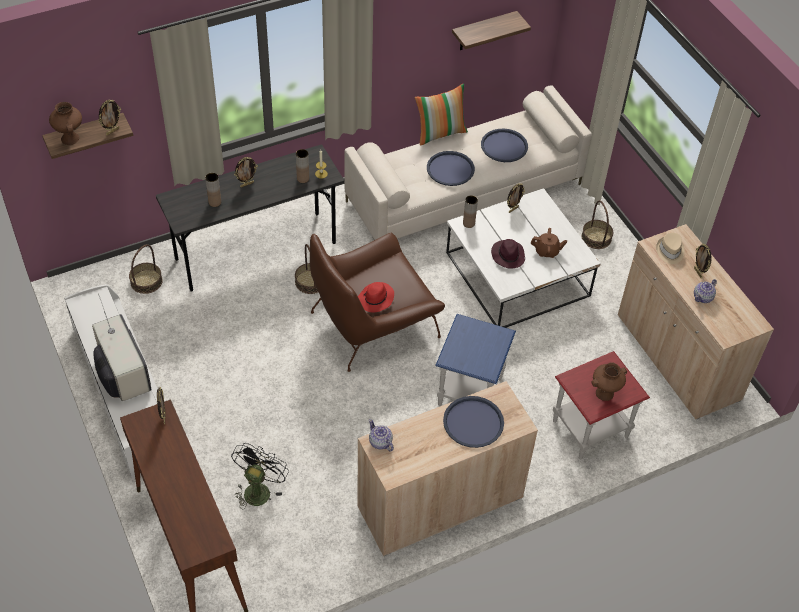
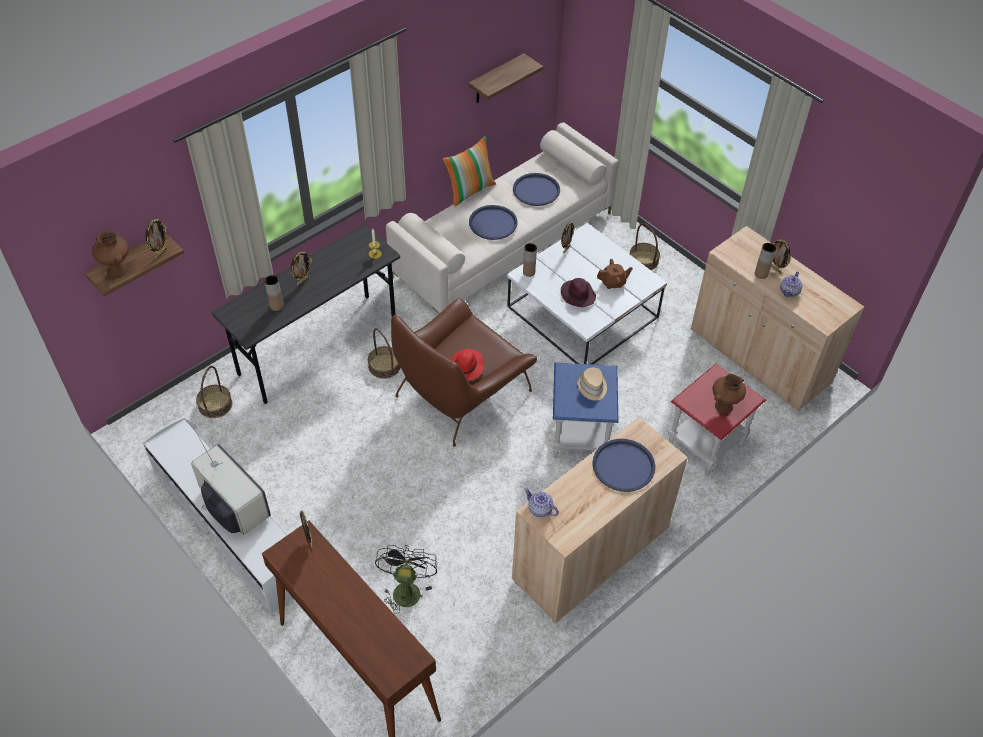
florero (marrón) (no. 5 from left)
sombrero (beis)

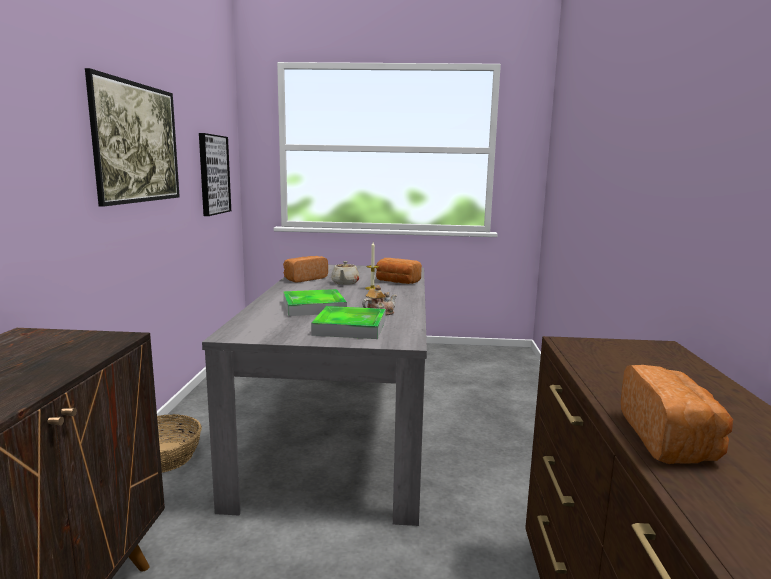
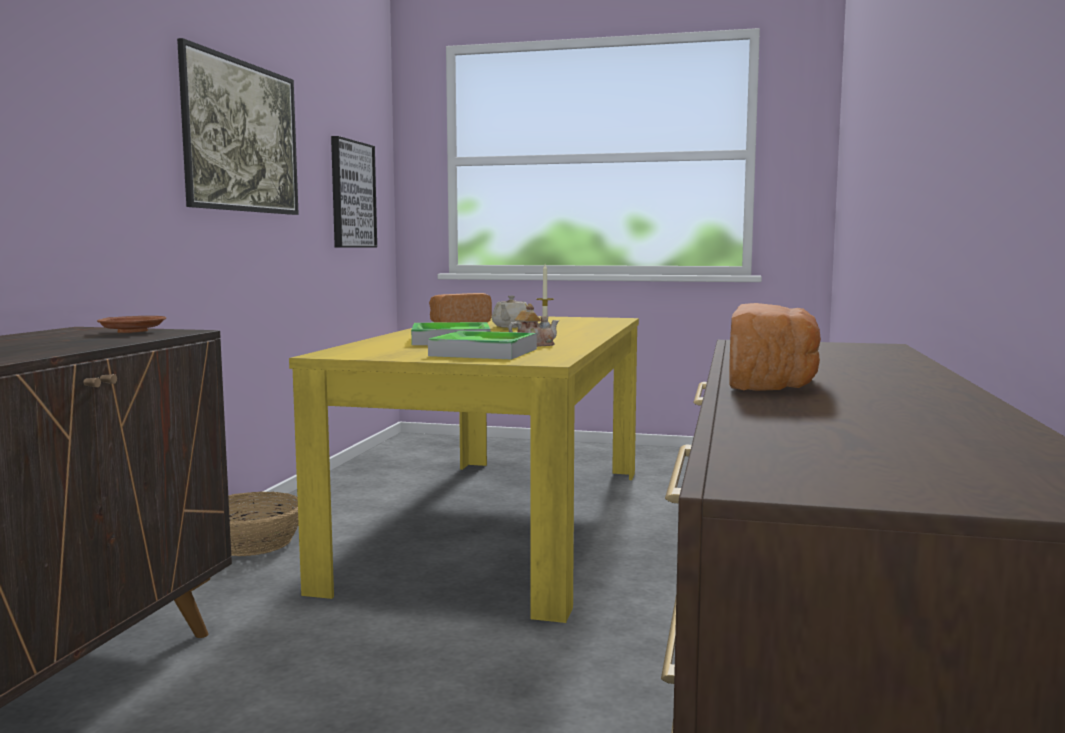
pan (no. 2 from left in the first image)
plato (marrón)
mesa de comedor (amarillo)

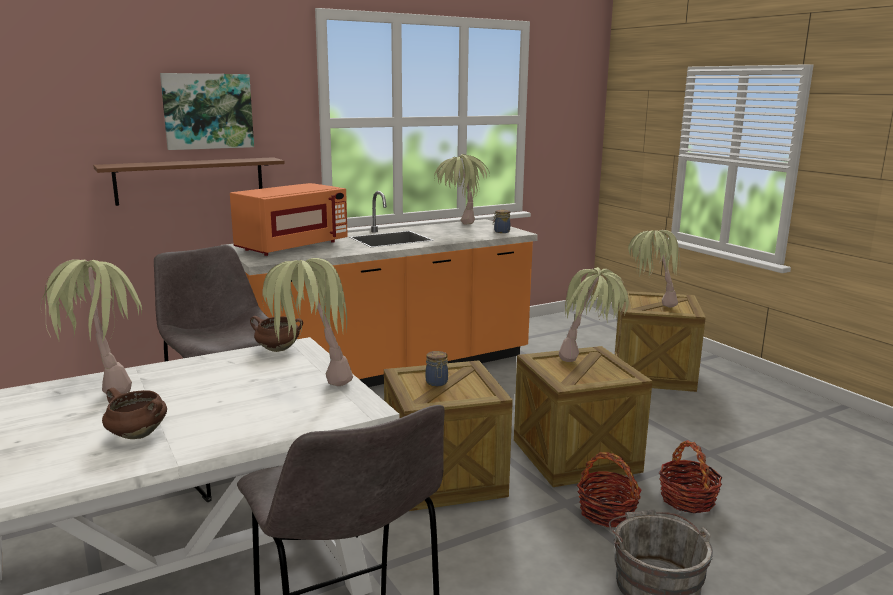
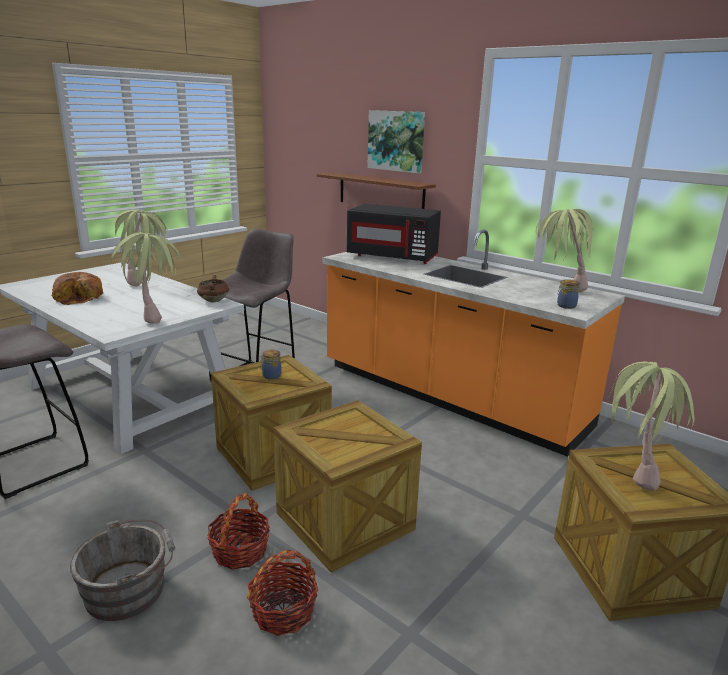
planta en maceta (no. 4 from left in the first image)
pan
microondas (negro)

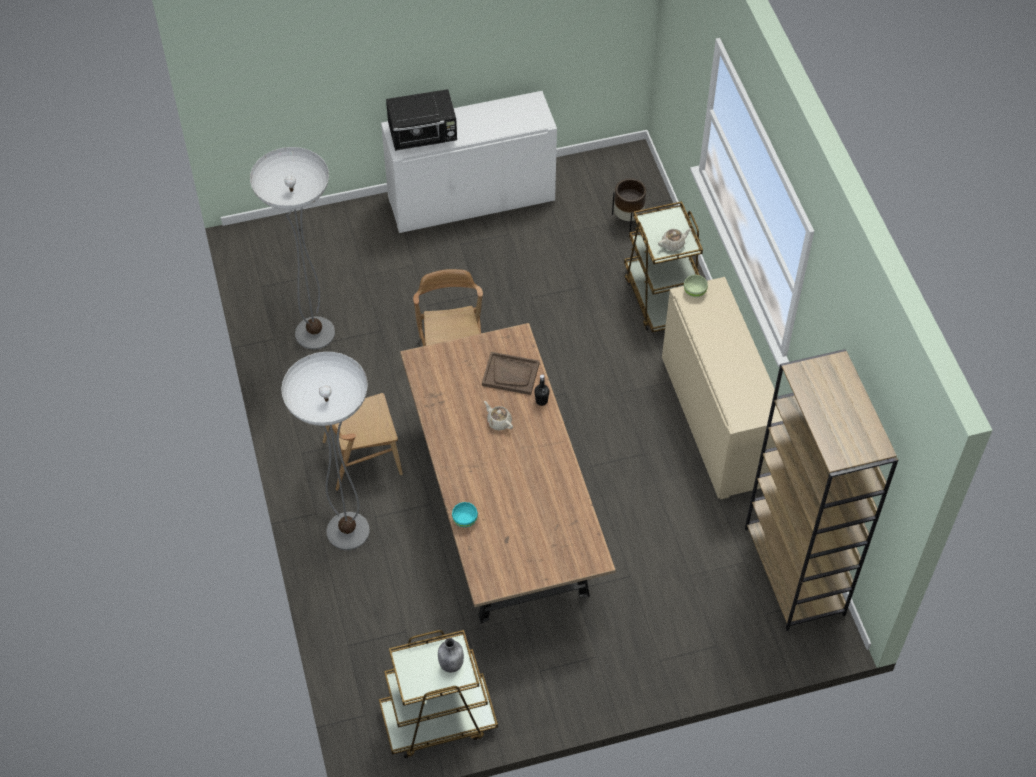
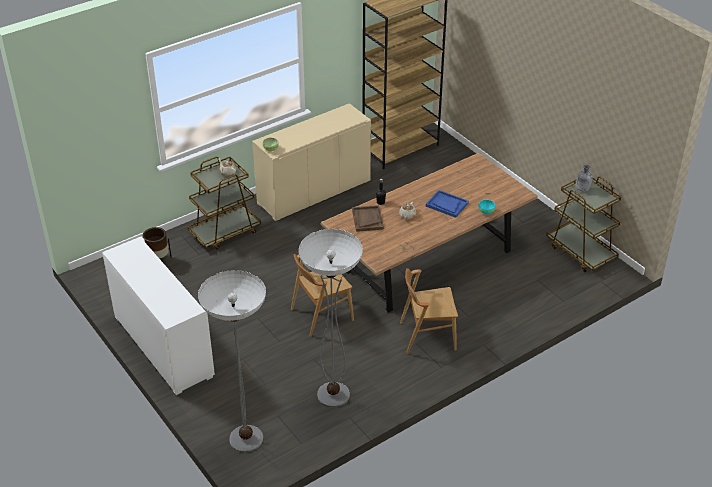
microondas (negro)
bandeja (azul)
lámpara de pie (no. 1 from left)
silla (marrón) (no. 2 from left)

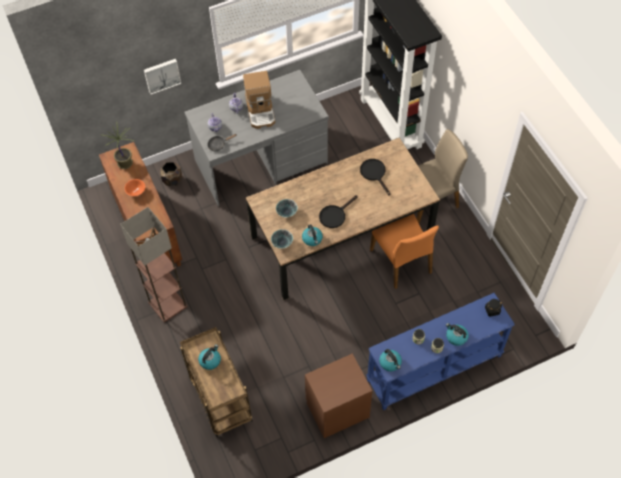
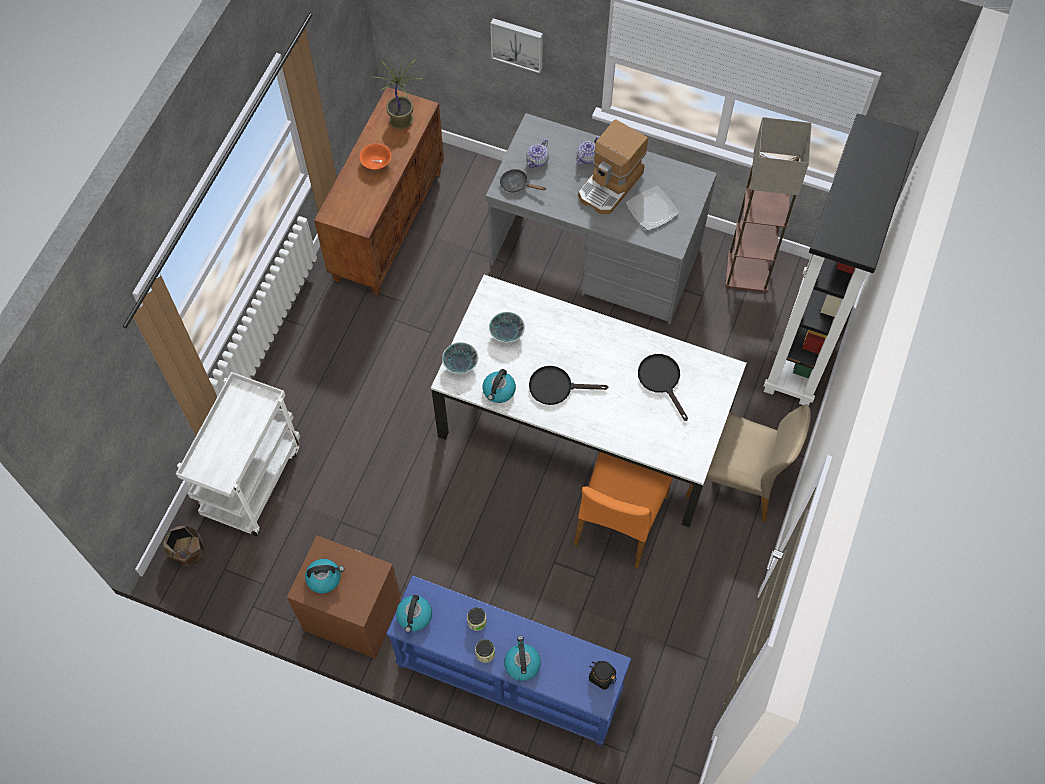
plato
lámpara de pie
maceta (marrón)
hervidor (no. 1 from left)
carrito (blanco)
mesa de comedor (blanco)
sartén (negro) (no. 3 from left)

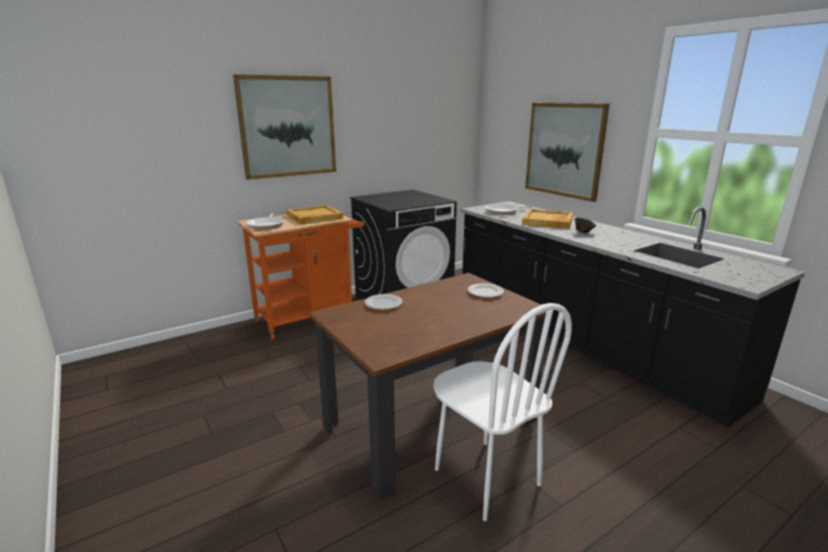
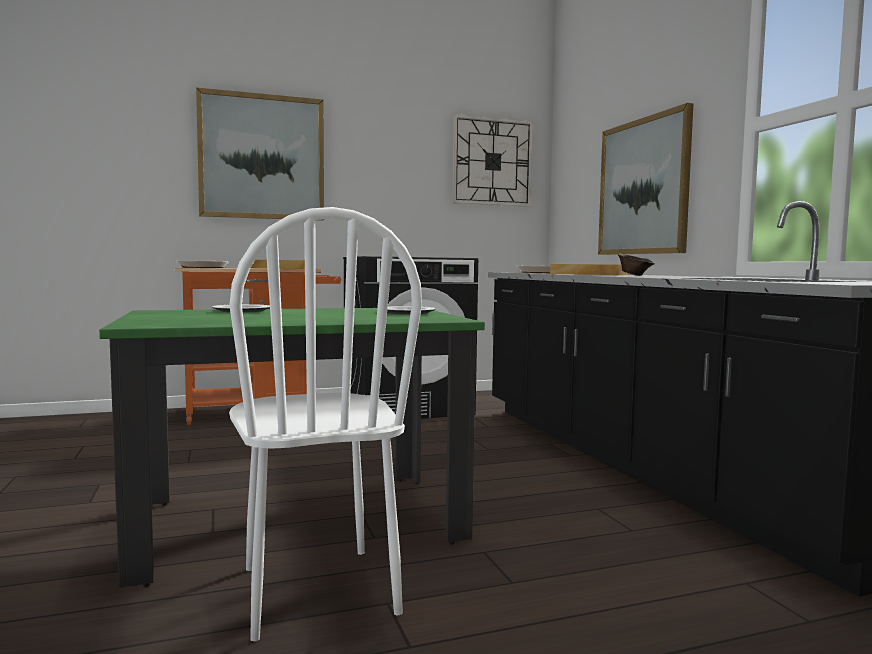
reloj de pared
mesa de comedor (verde)

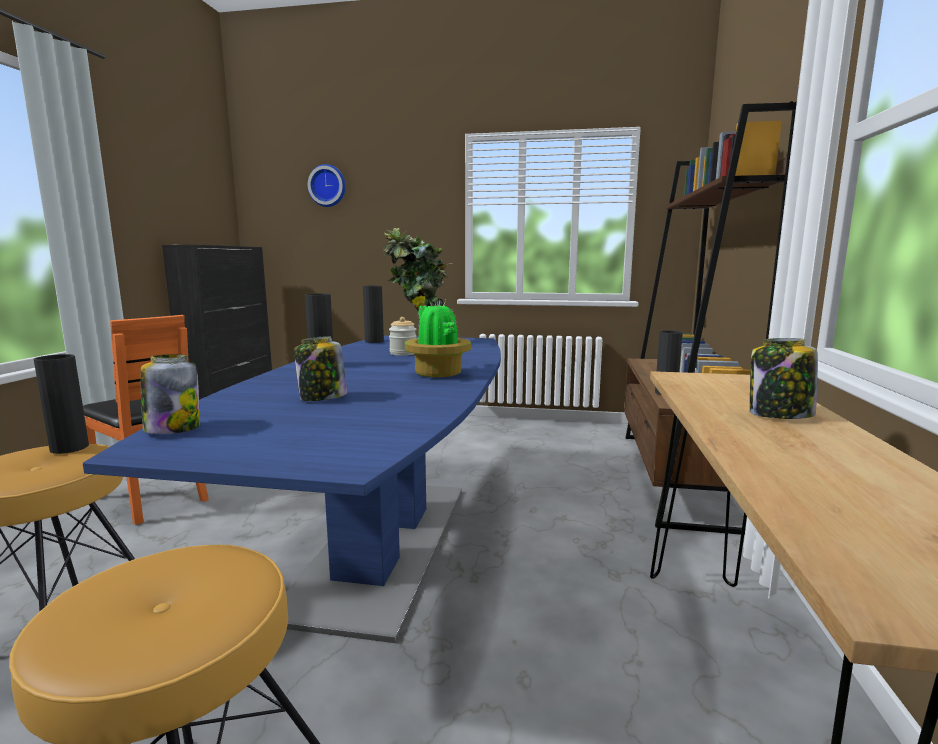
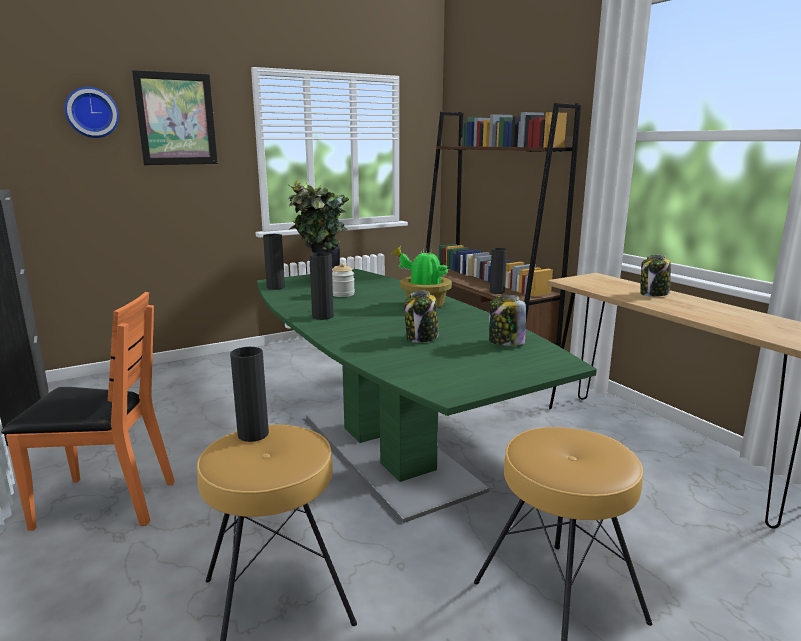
cuadro
tarro (no. 3 from left)
mesa de comedor (verde)

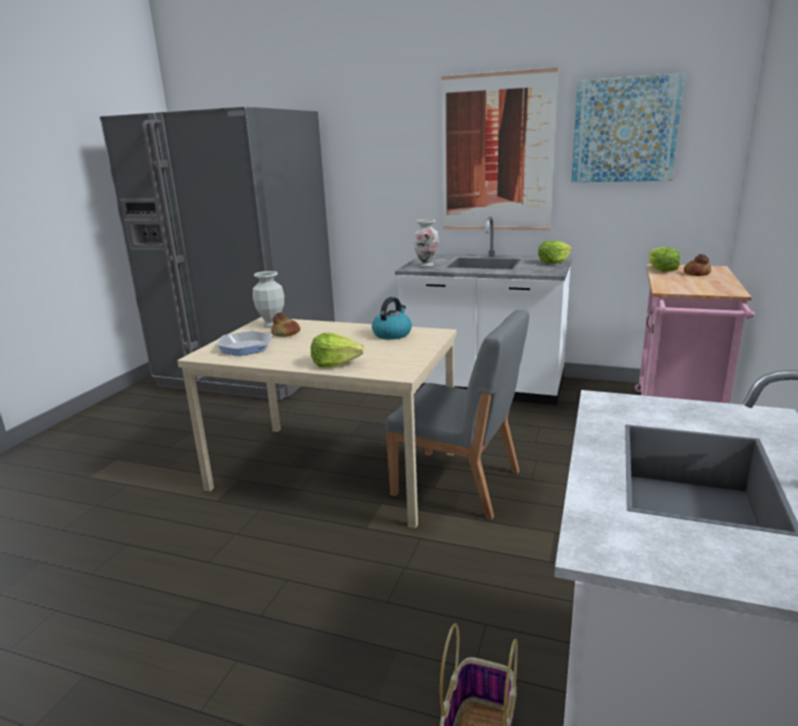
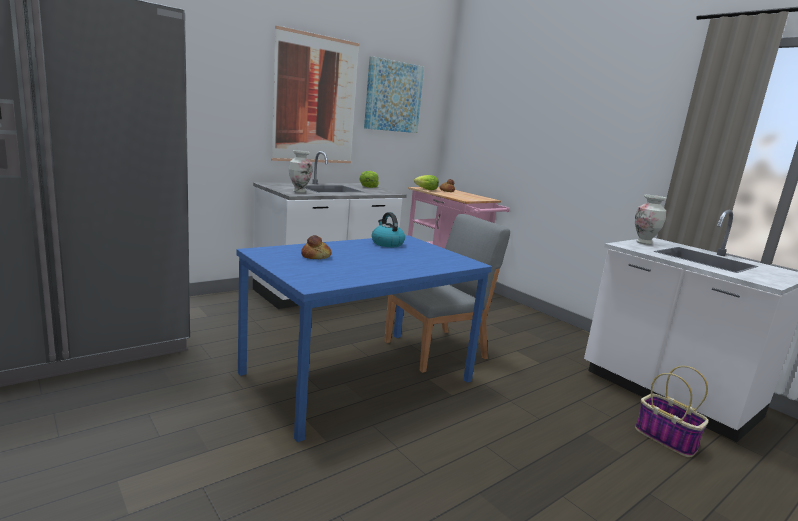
sartén
lechuga (no. 1 from left in the first image)
florero (no. 2 from left)
mesa de comedor (azul)

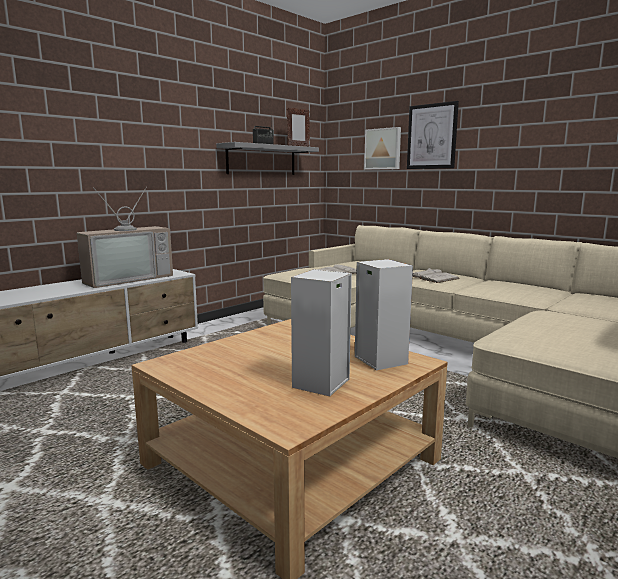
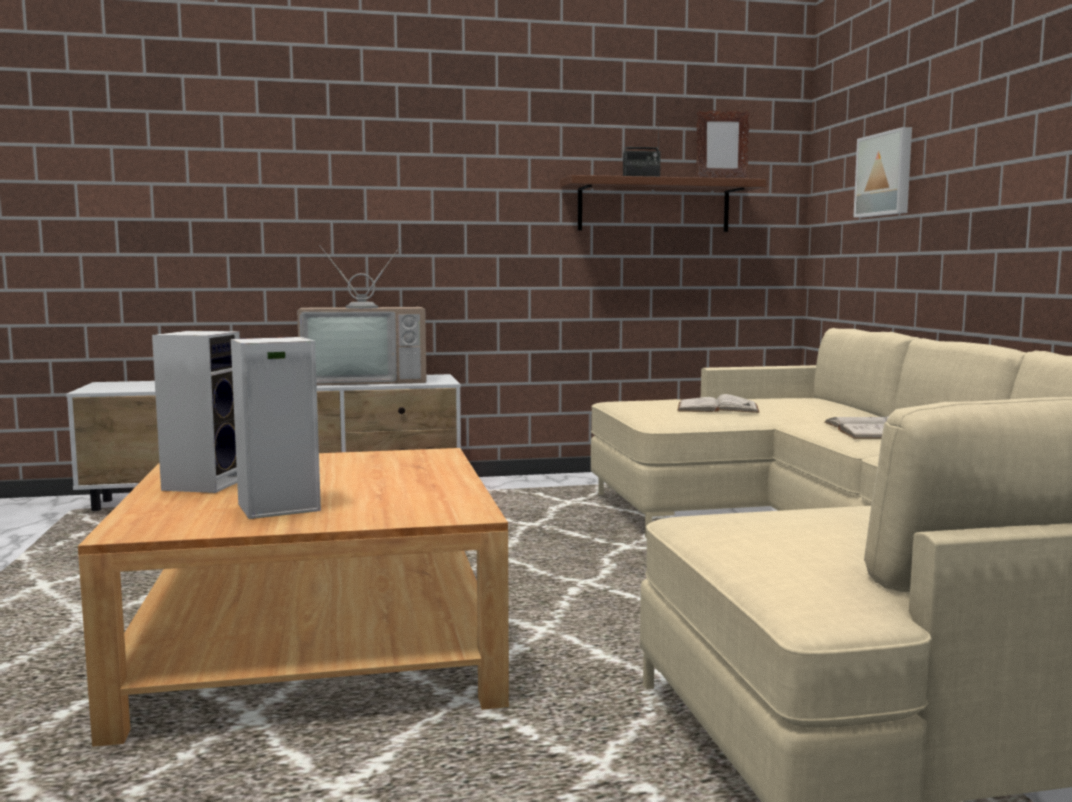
cuadro (no. 2 from left in the first image)
altavoz (no. 1 from left)
estante (marrón)

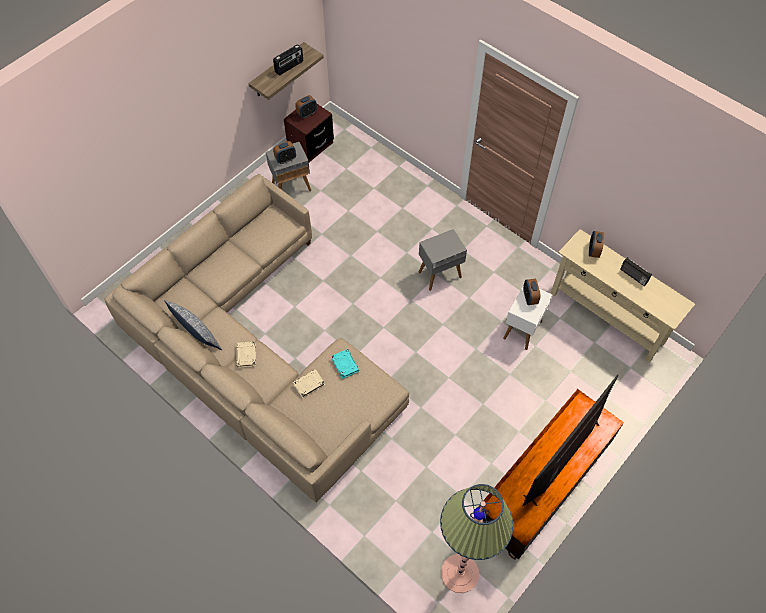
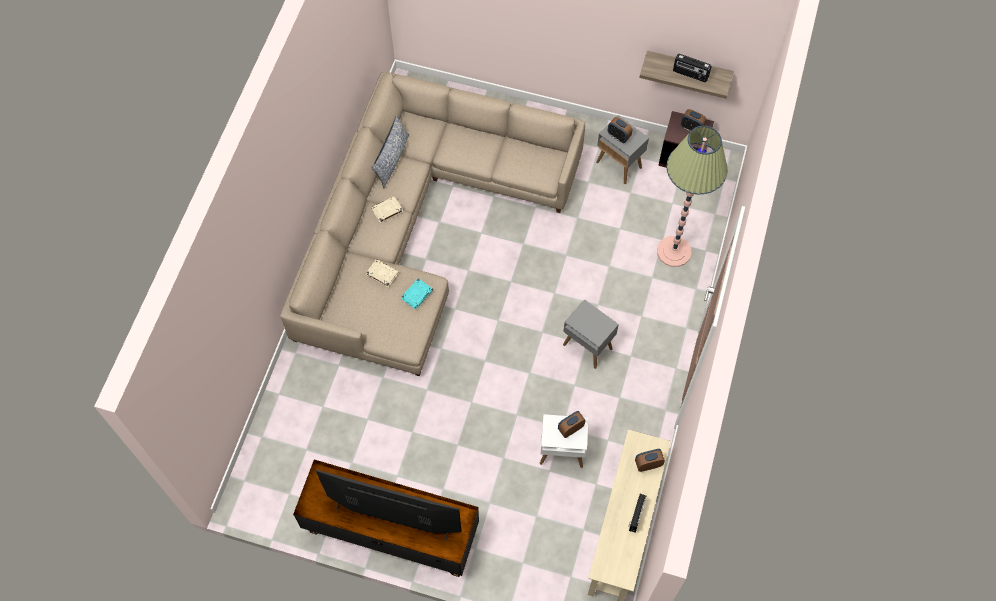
lámpara de pie

